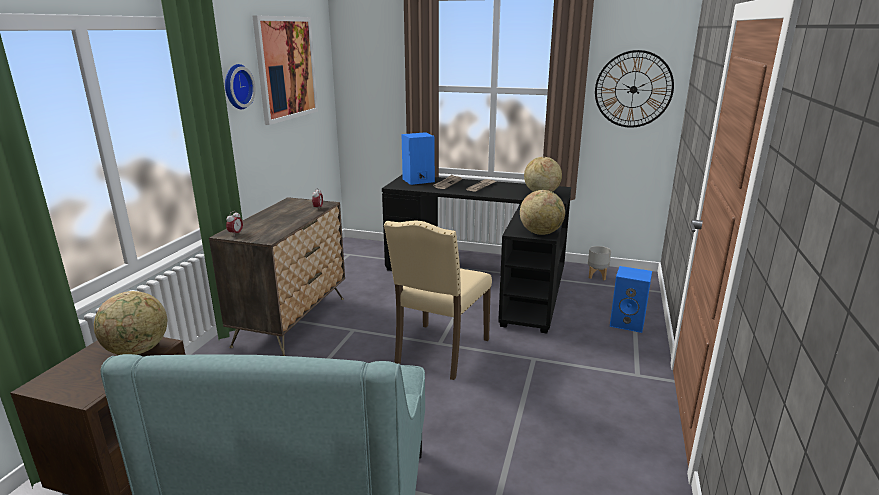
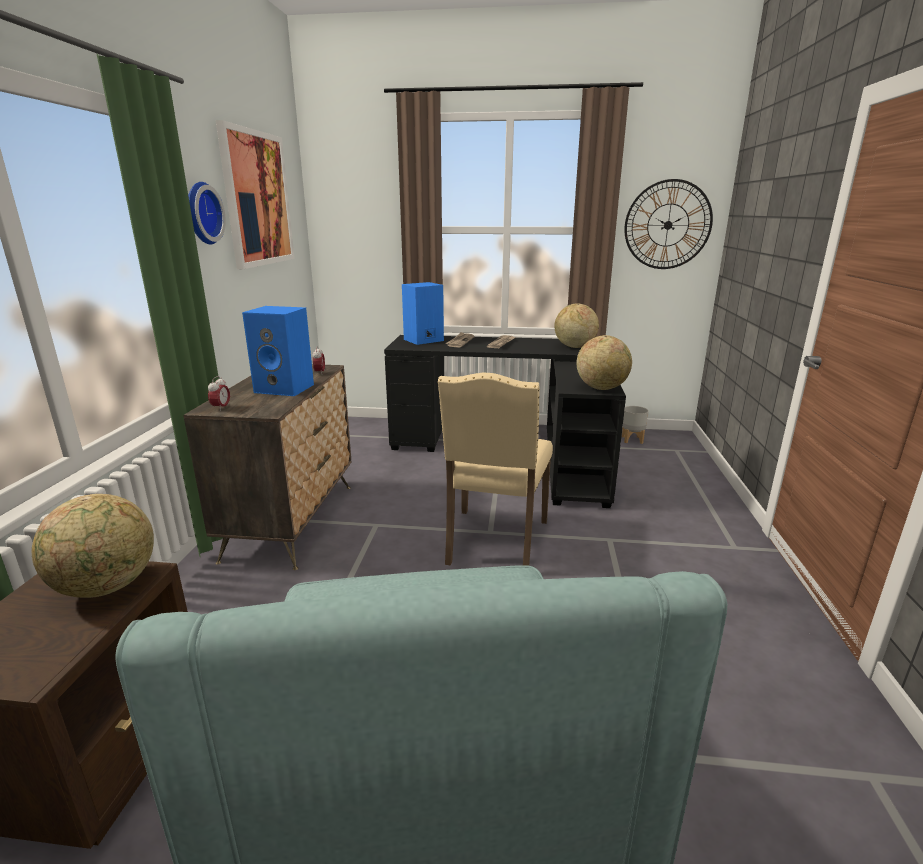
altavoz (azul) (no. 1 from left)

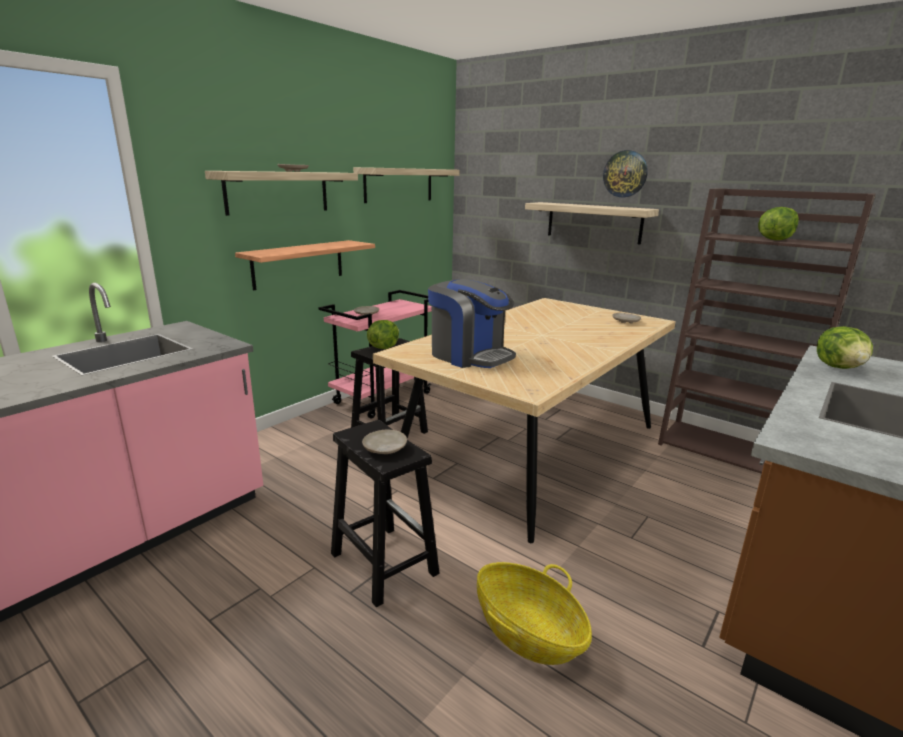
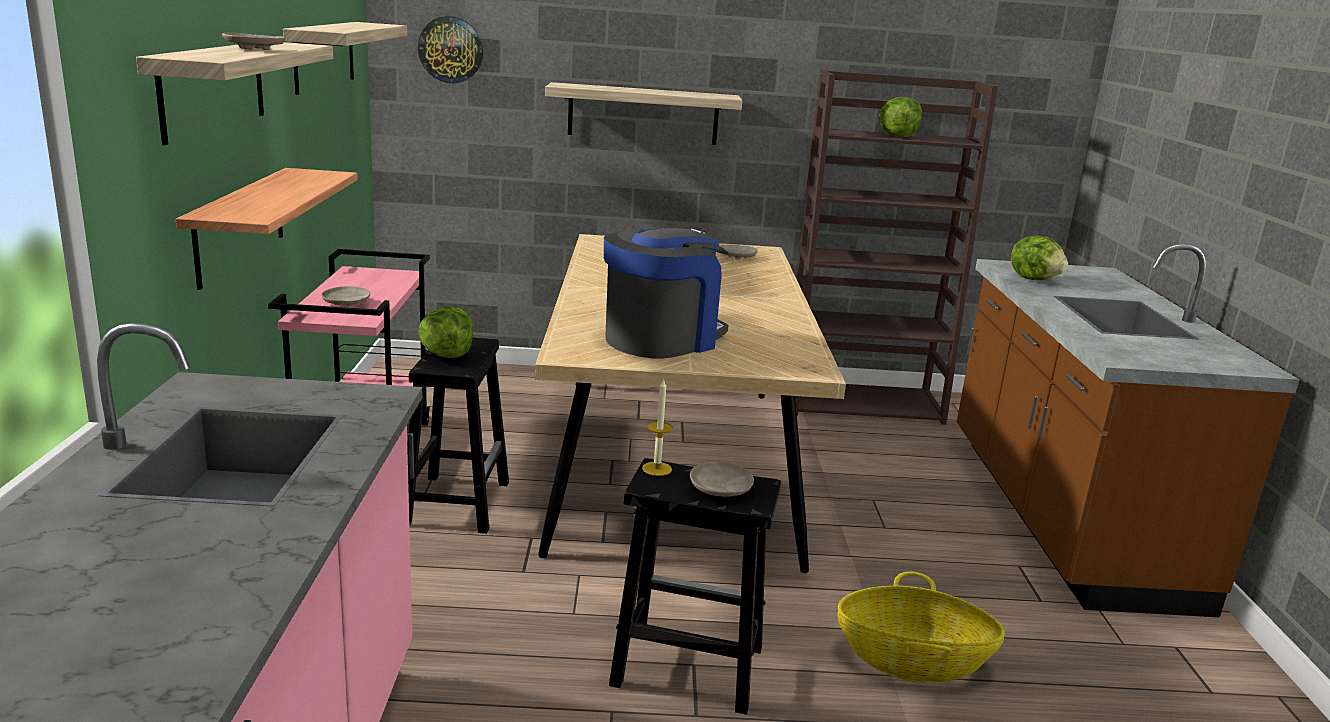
vela
reloj de pared
cafetera

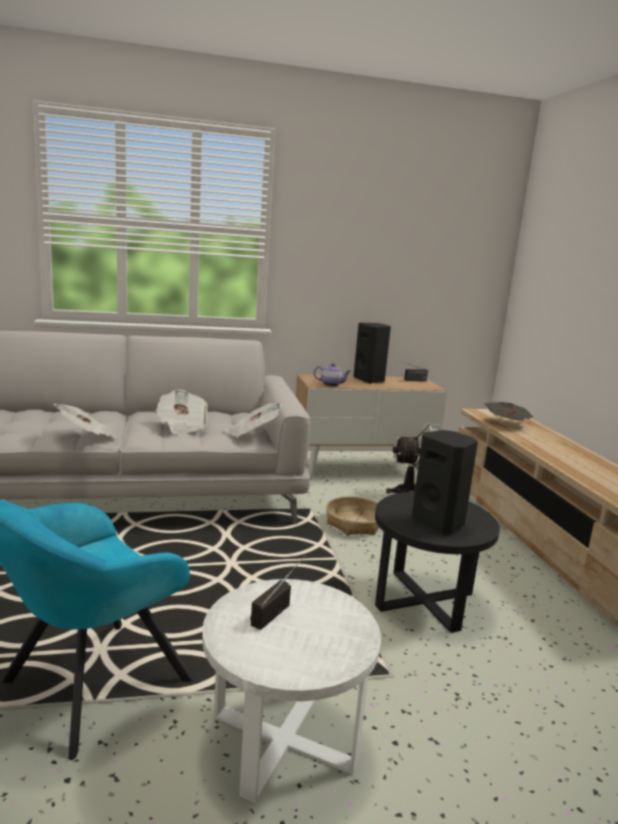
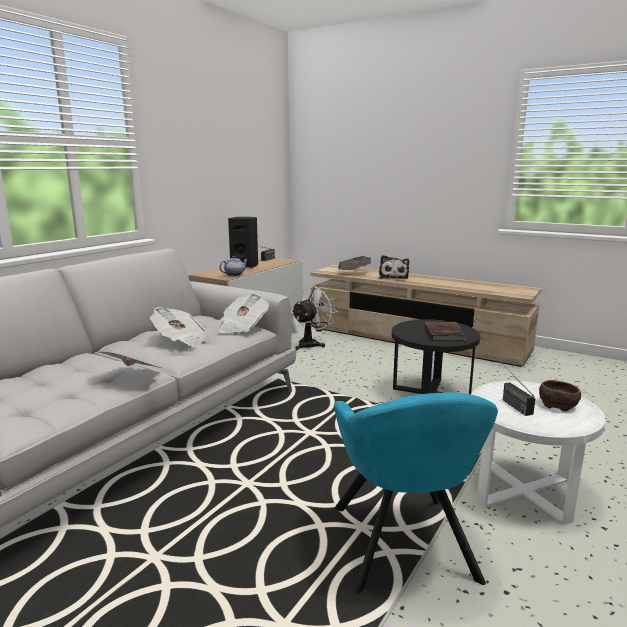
cesta
peluche
cuenco (marrón)
libro (marrón)

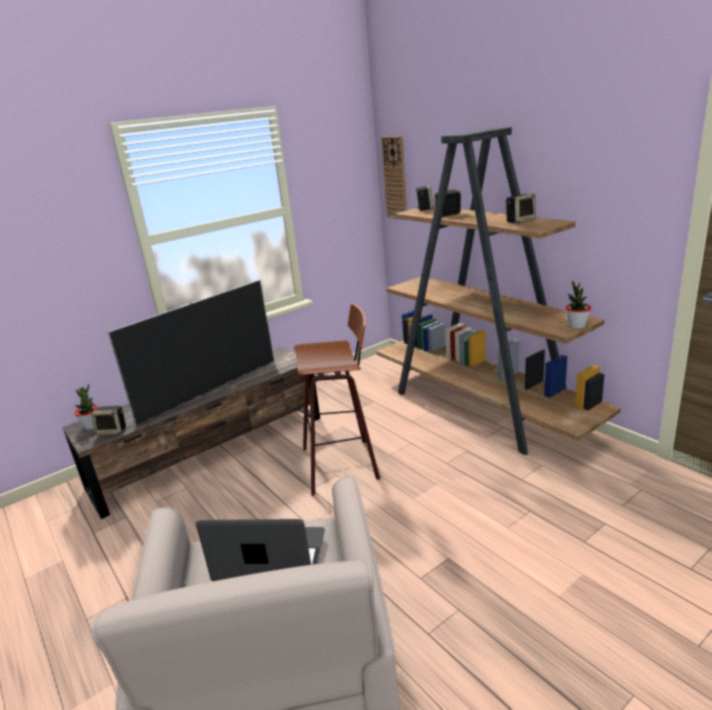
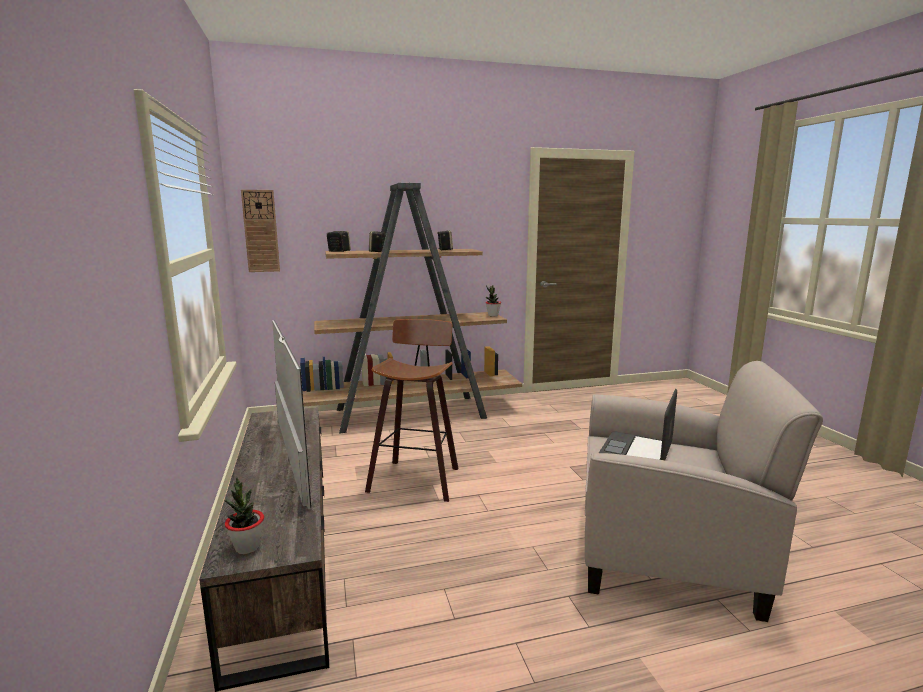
altavoz (no. 1 from left in the first image)

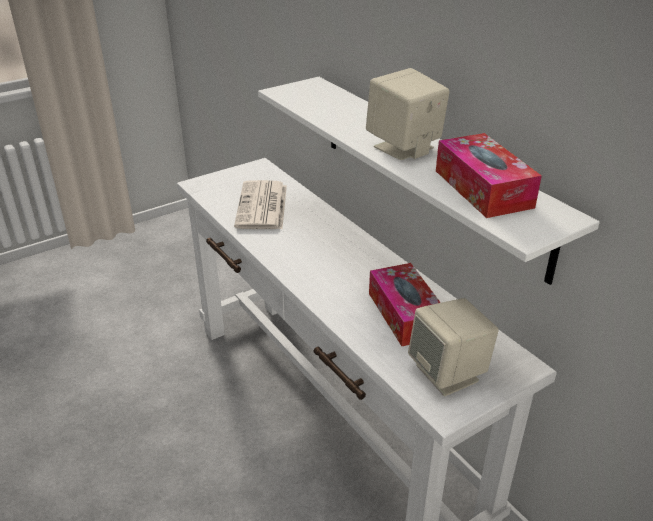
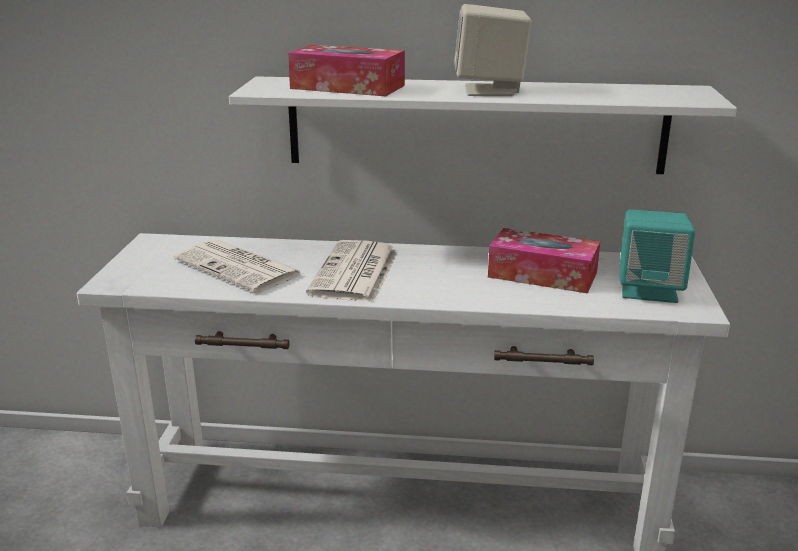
periódico (no. 2 from left)
caja de pañuelos (no. 1 from left)
altavoz (turquesa)

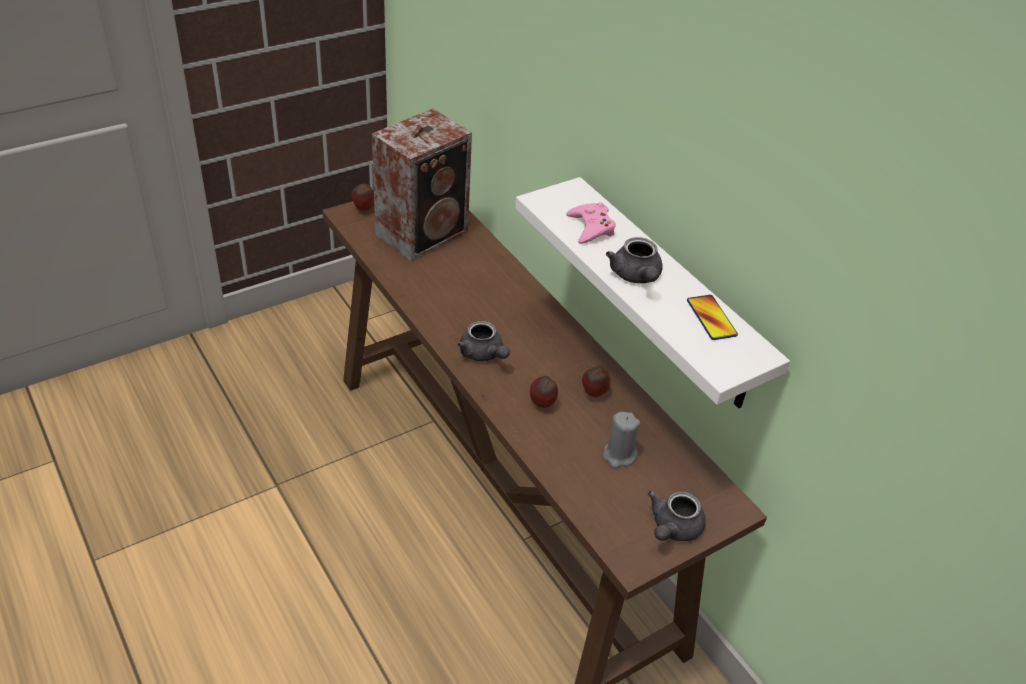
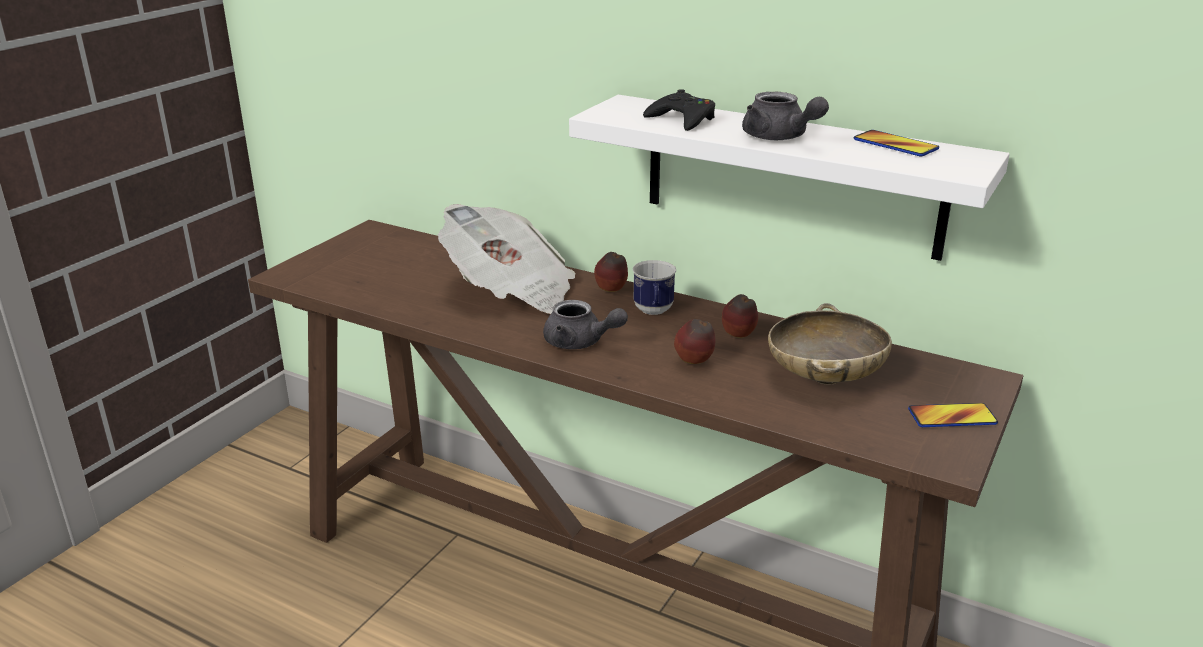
altavoz
periódico
taza grande
manzana (no. 1 from left)
cuenco (beis)
móvil (no. 2 from left)
mando de consola (negro)

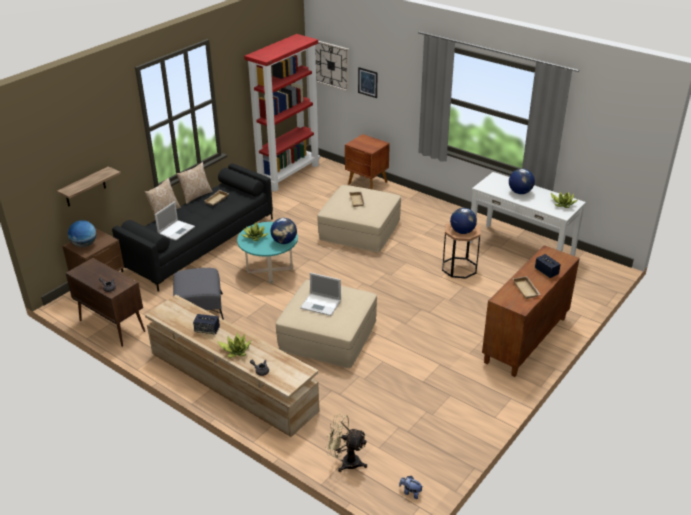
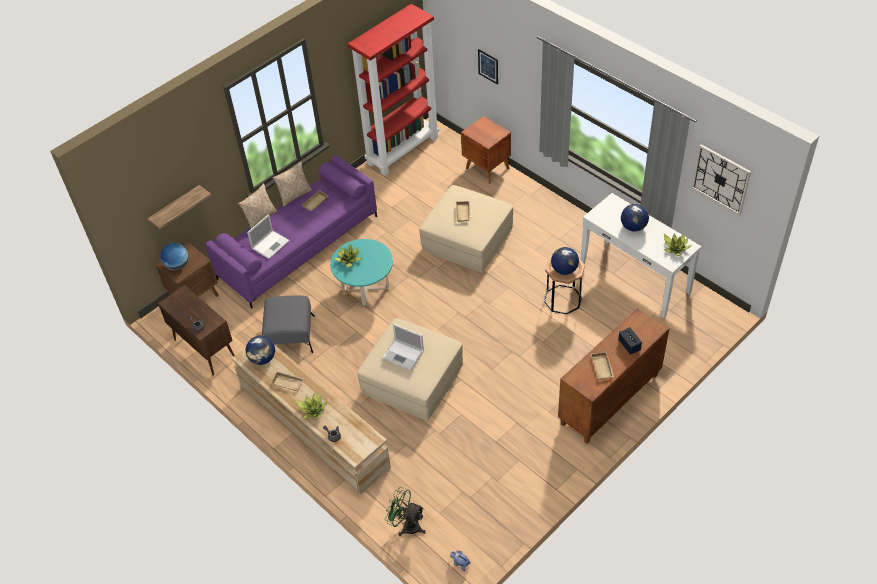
globo terráqueo (no. 2 from left)
reloj de pared
bandeja (beis) (no. 1 from left)
sofá (morado)
ventilador (verde)

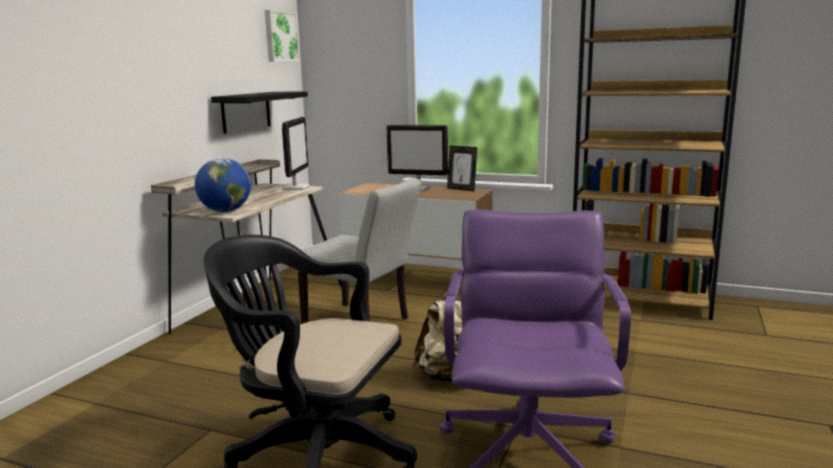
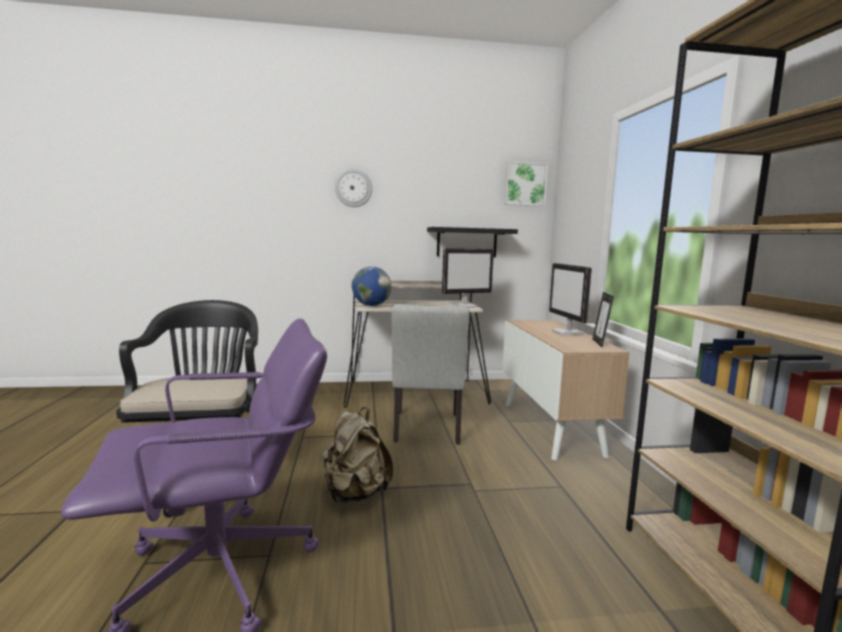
reloj de pared

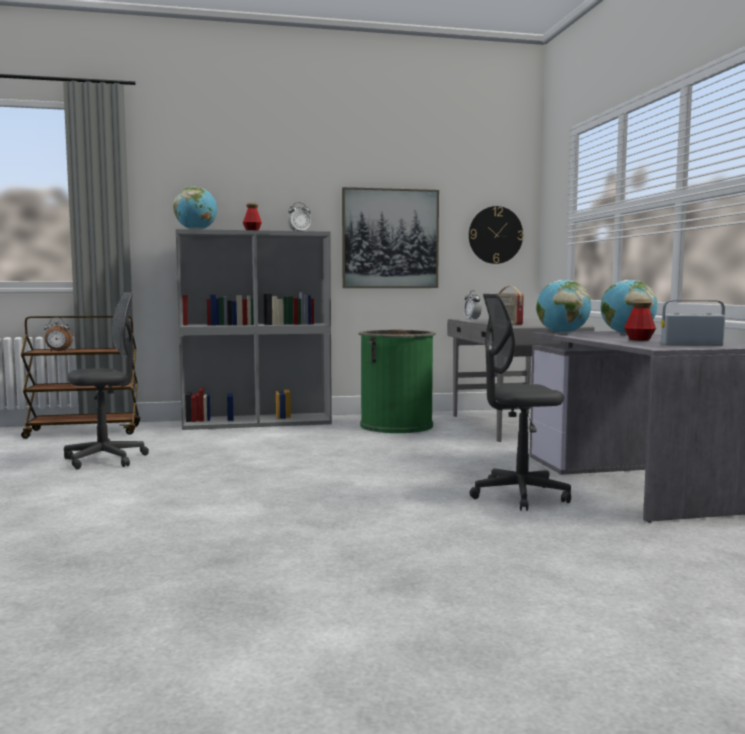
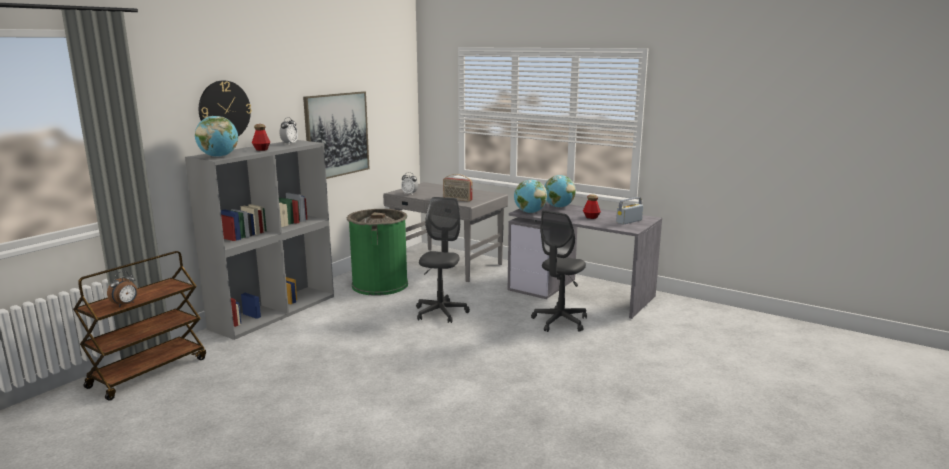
silla de oficina (gris) (no. 1 from left)
reloj de pared

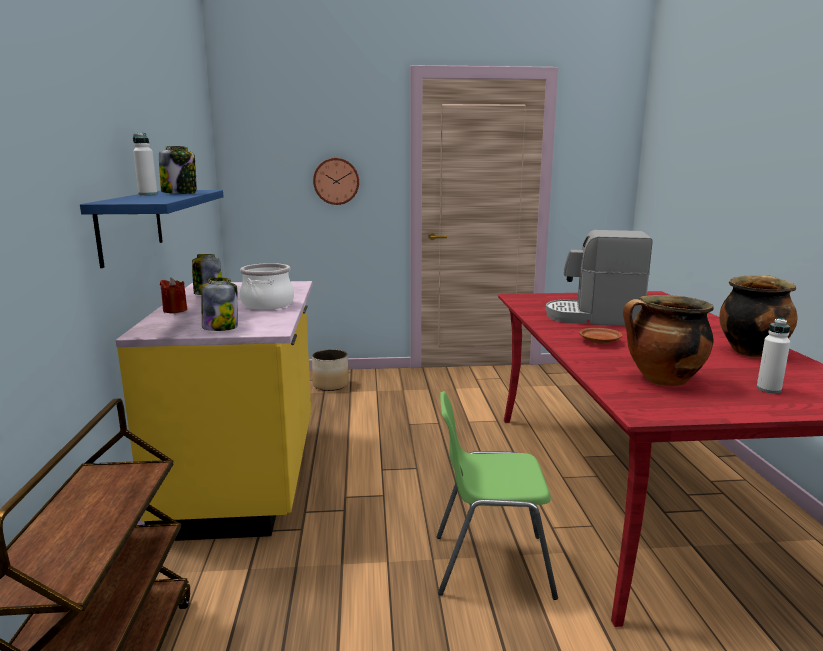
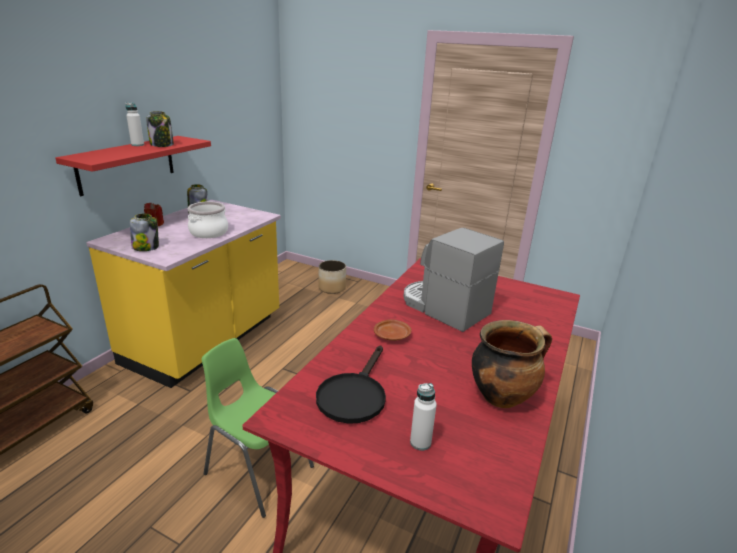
reloj de pared
sartén (negro)
estante (rojo)

